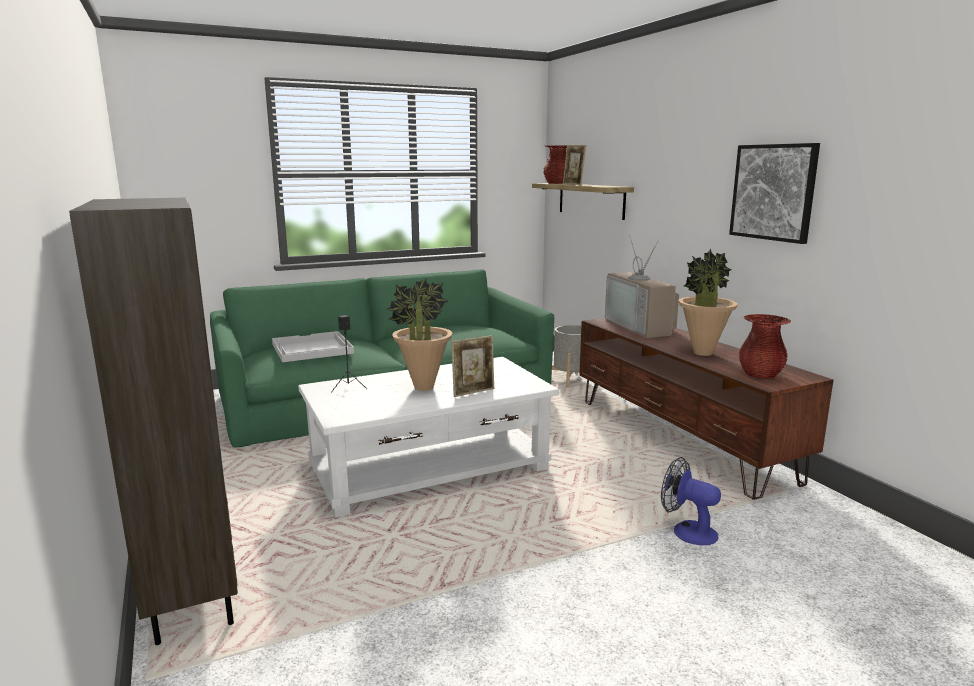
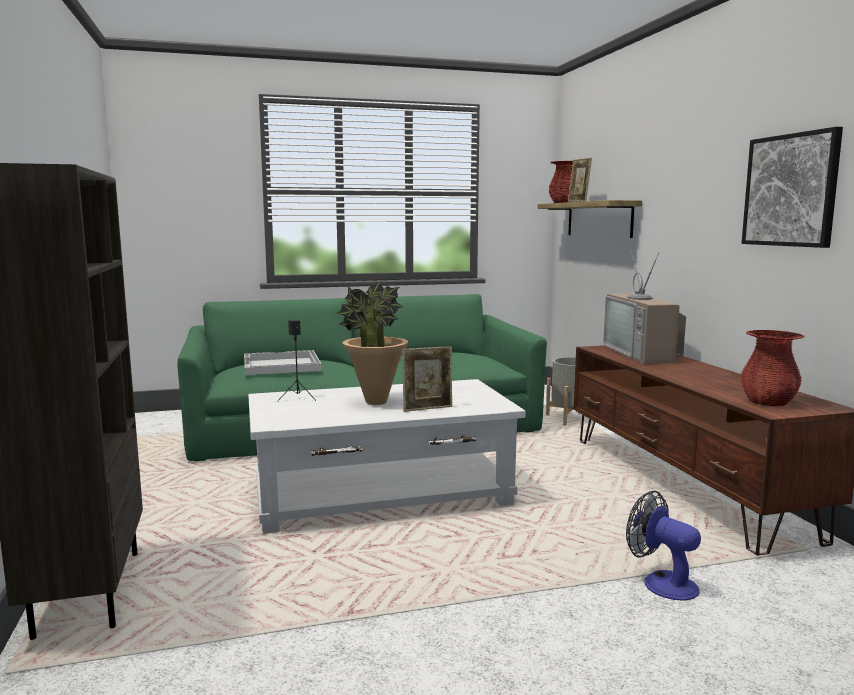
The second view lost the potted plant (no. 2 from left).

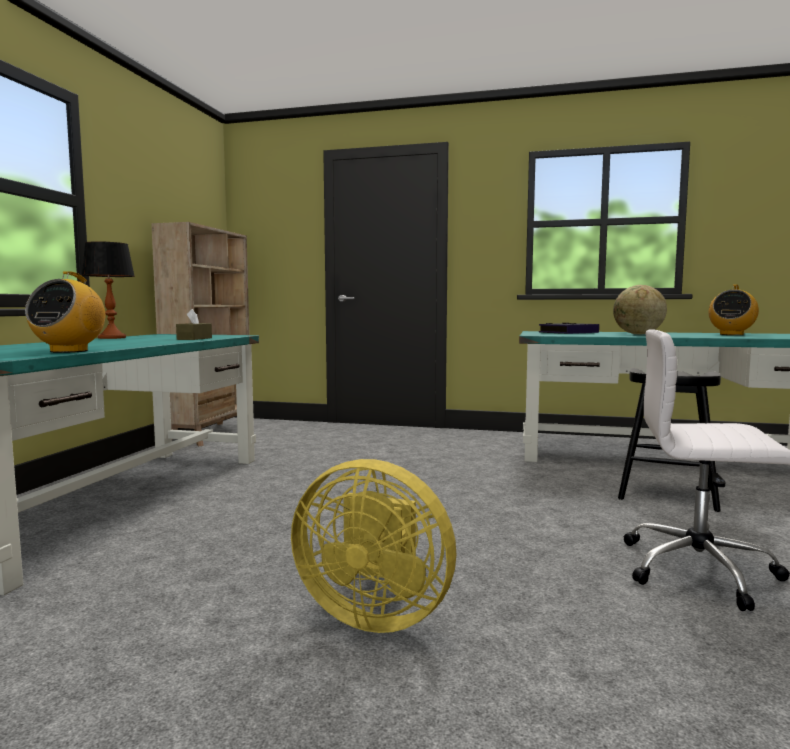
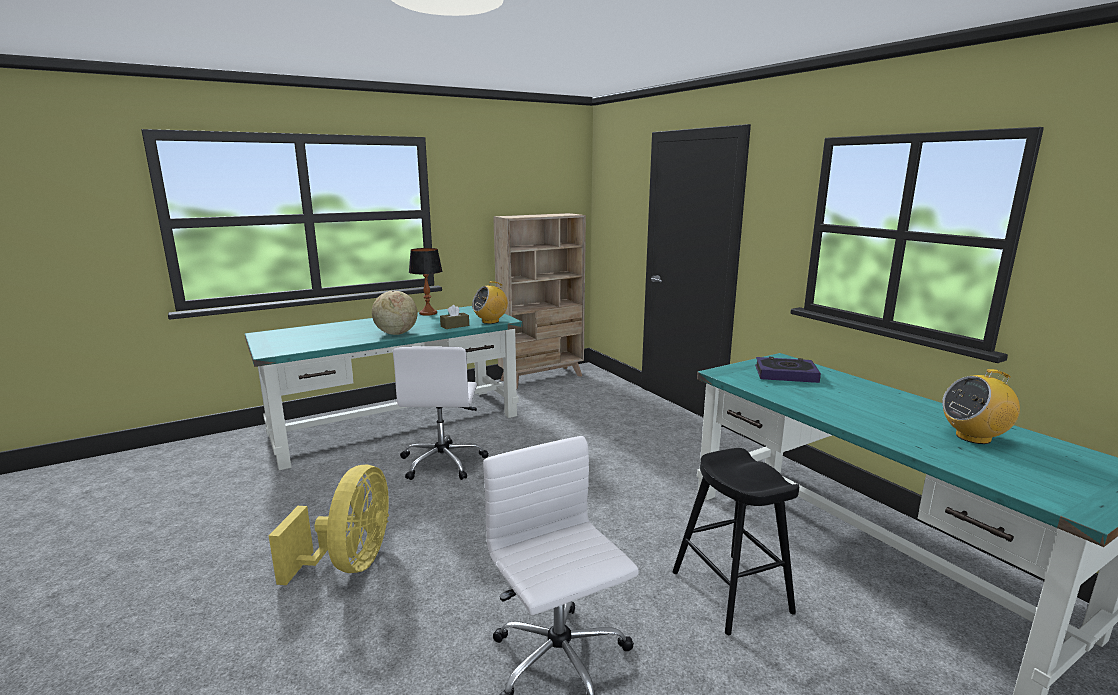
The second view gained the white-coloured desk chair (no. 1 from left).
The radio (no. 1 from left) ended up elsewhere.
The world globe ended up elsewhere.
The yellow-coloured fan ended up facing another way, 150 degrees counterclockwise from before.

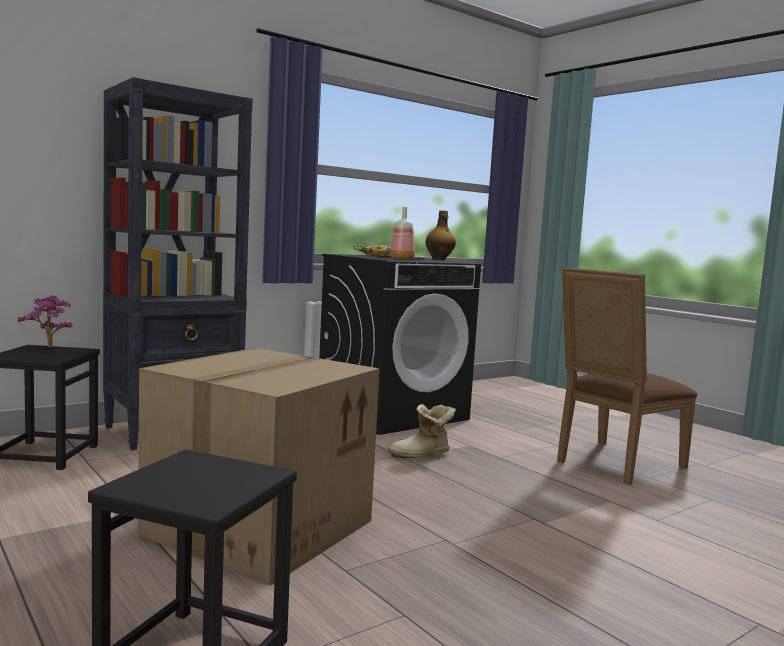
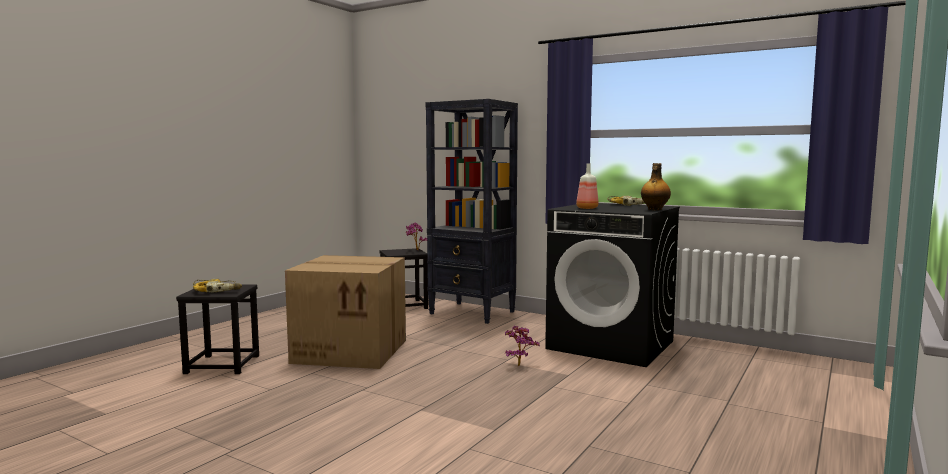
The second view lost the brown upright chair.
The second view gained the electric drill (no. 1 from left).
Where the boot stood, the potted plant (no. 2 from left) came to stand.

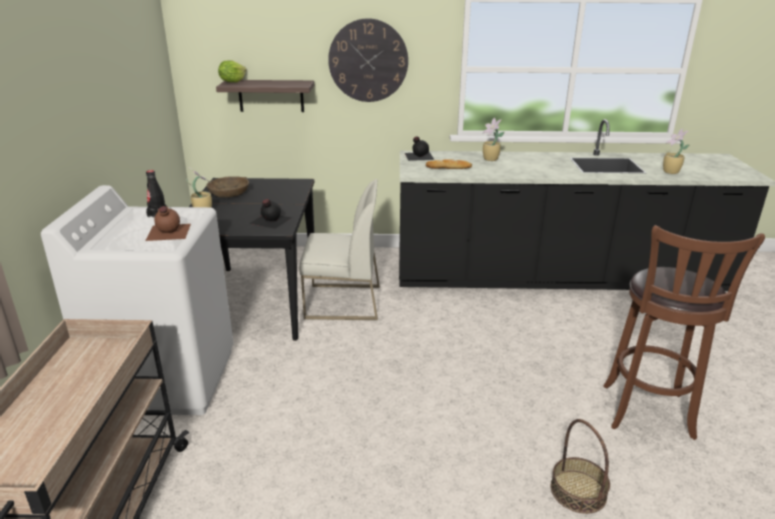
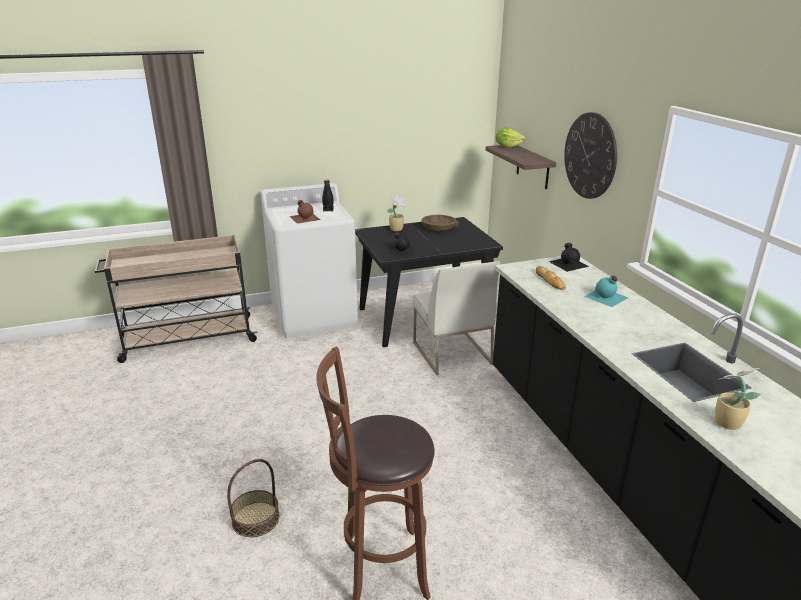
Where the potted plant (no. 2 from left) stood, the blue-green bottle came to stand.

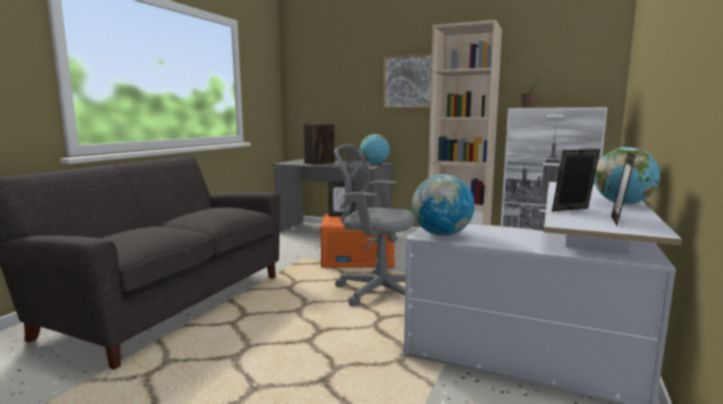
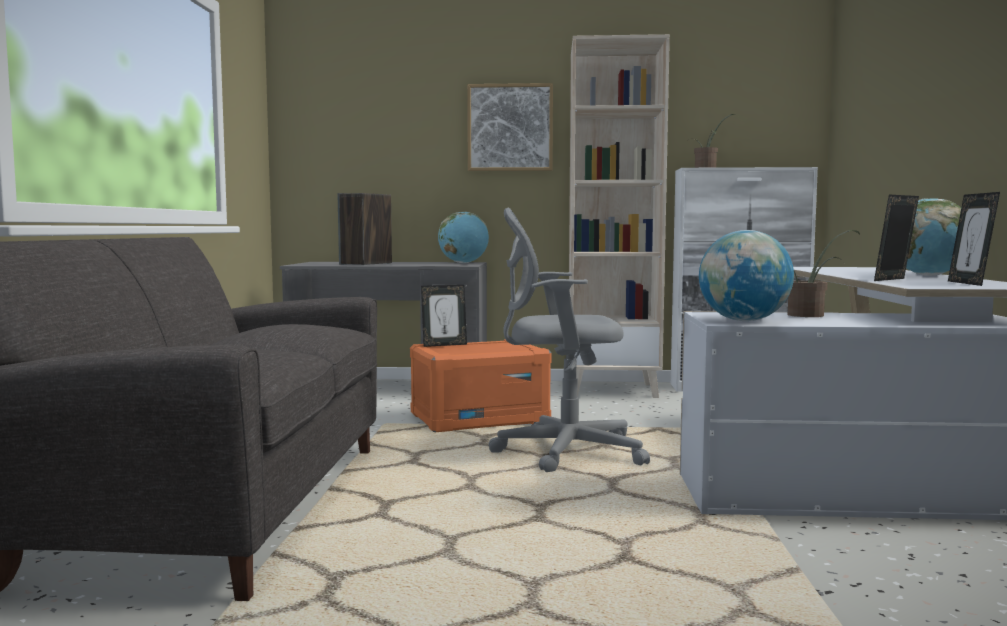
The second view gained the potted plant (no. 2 from left).

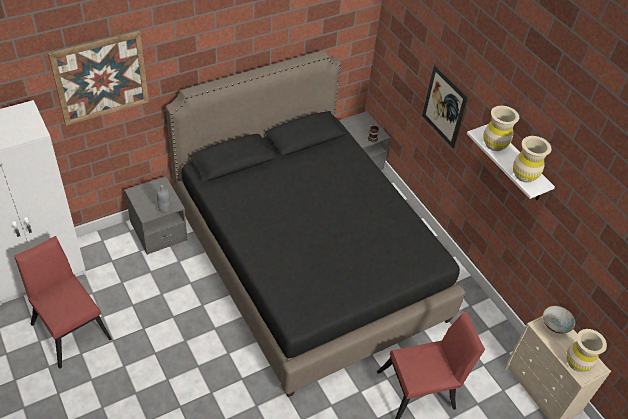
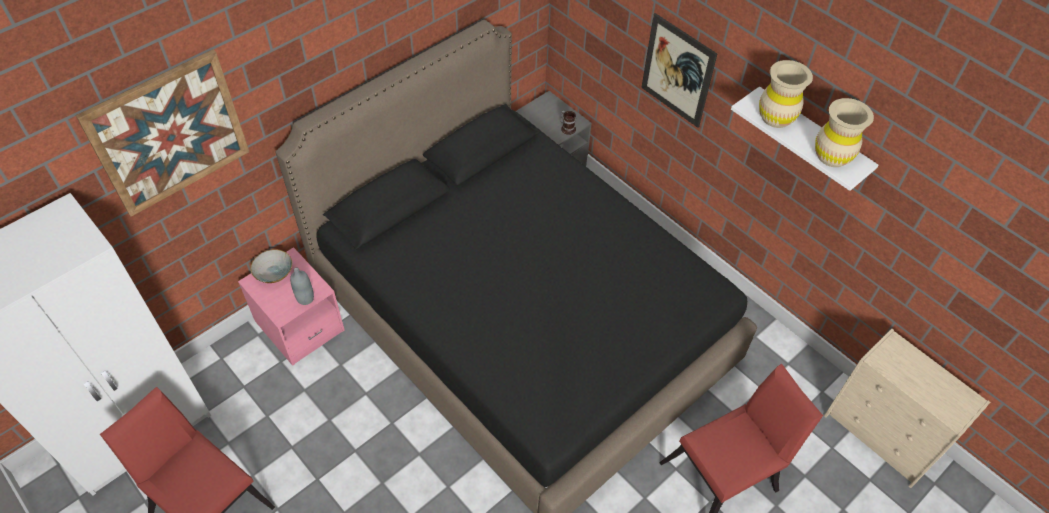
The second view lost the sand-coloured flower vase (no. 3 from left).
The bowl ended up elsewhere.
What was the greyish bedside table (no. 1 from left) turned into the pinkish bedside table.

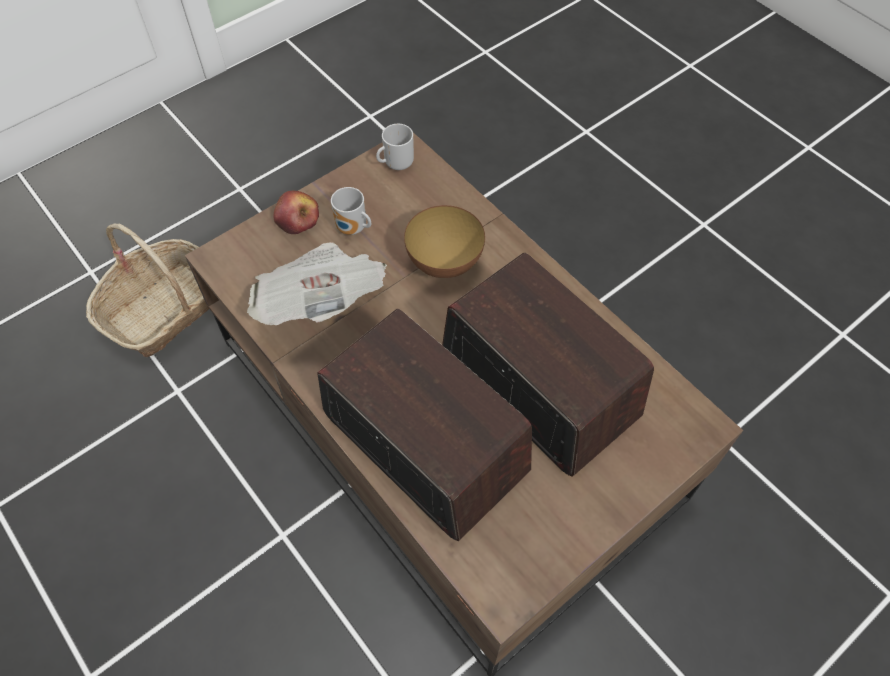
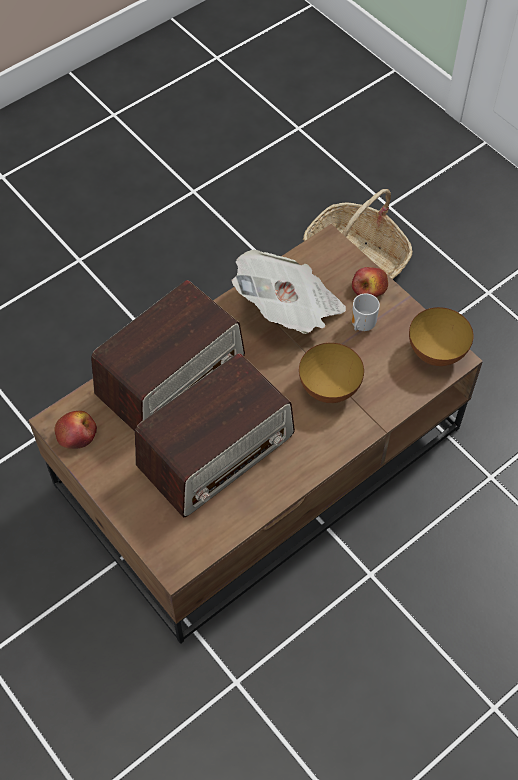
The second view gained the whole apple (no. 1 from left).
Where the mug (no. 2 from left) stood, the bowl (no. 2 from left) came to stand.

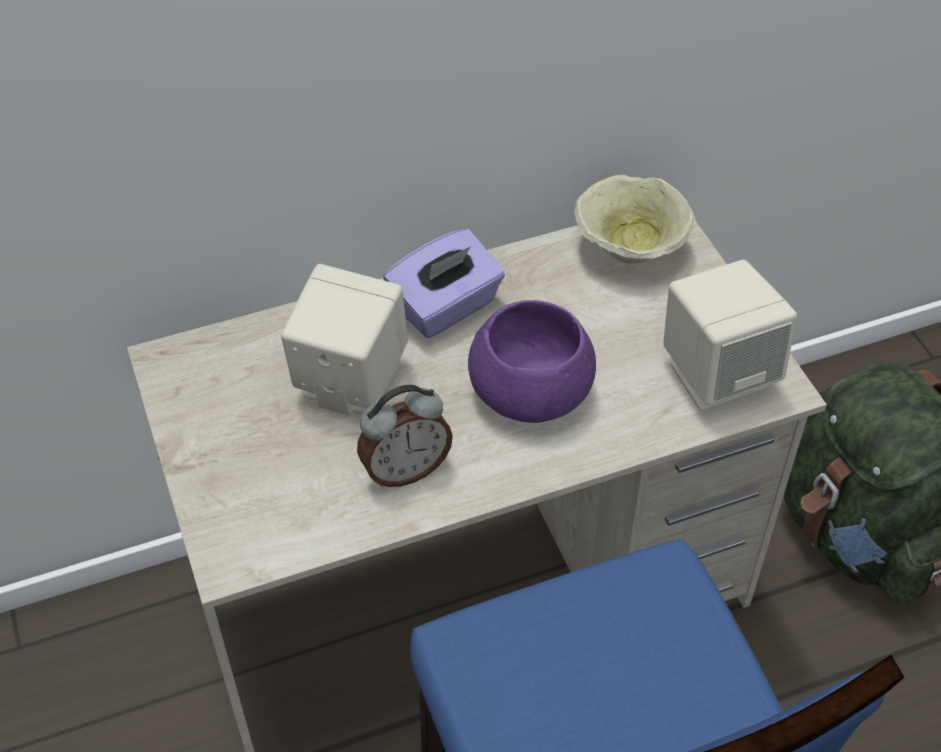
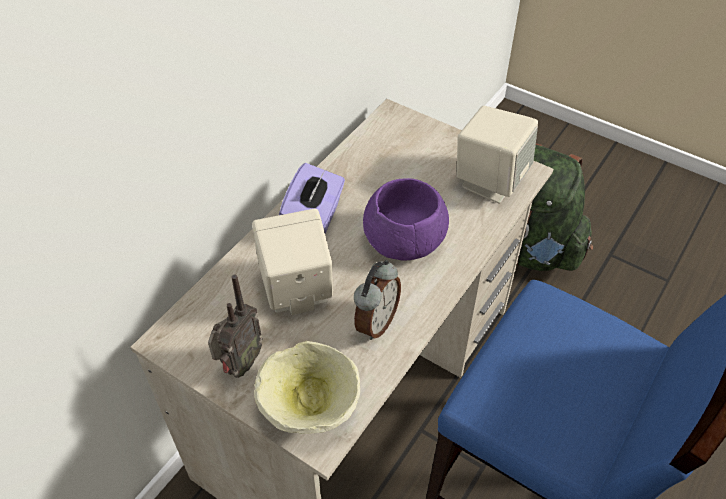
The second view gained the radio.
The sand-coloured bowl ended up elsewhere.

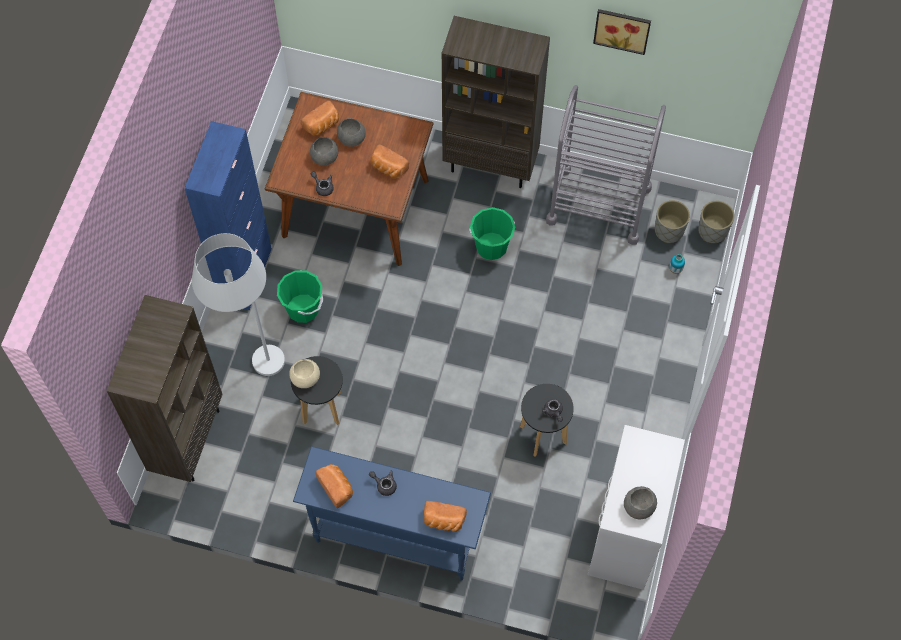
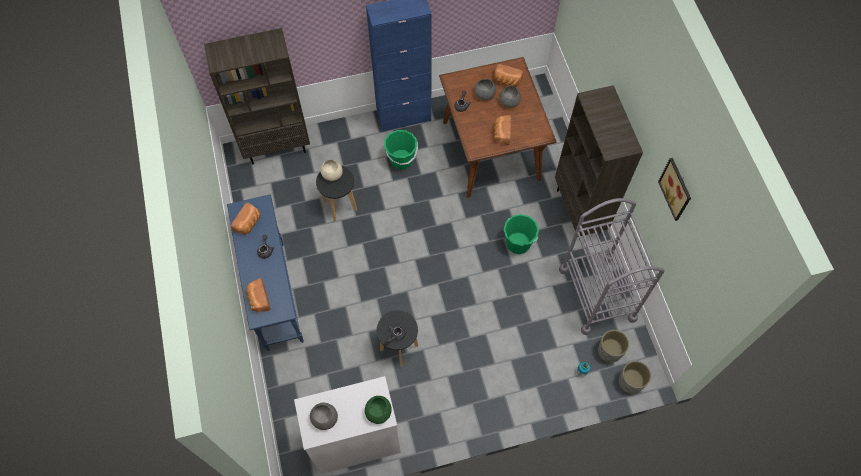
The second view lost the white-coloured floor lamp.
The second view gained the greenish bowl.

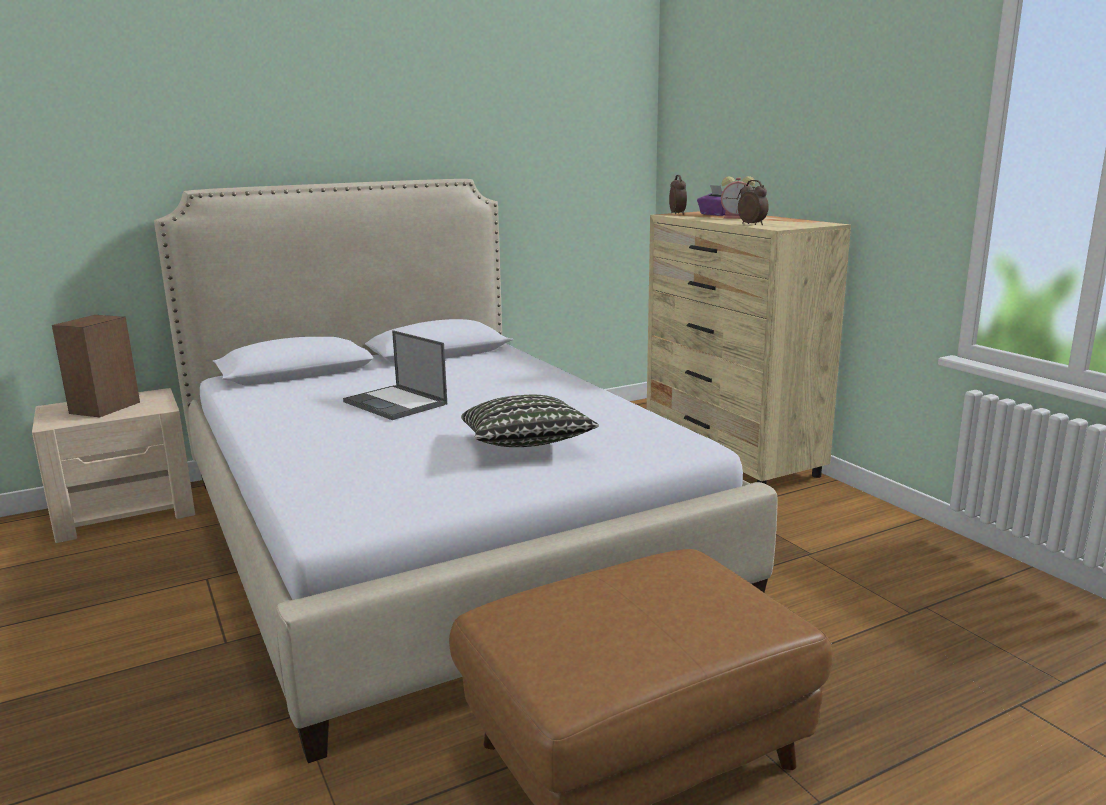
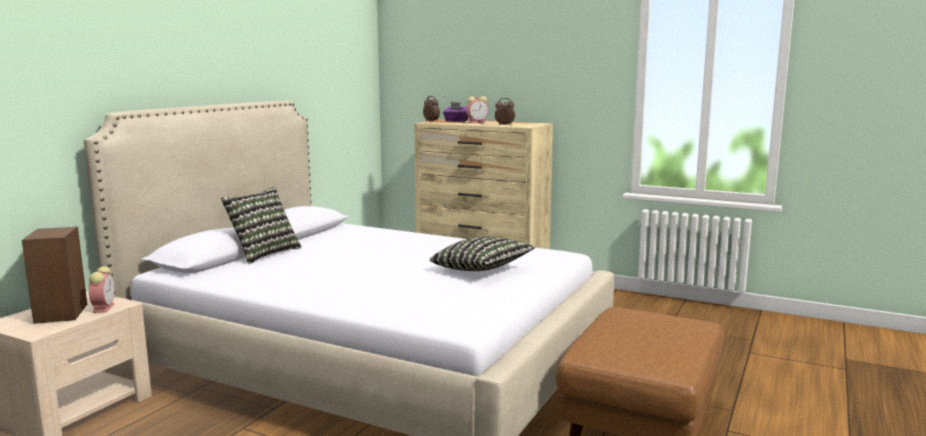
The second view lost the portable computer.
The second view gained the bedside clock (no. 1 from left).
The second view gained the throw pillow (no. 1 from left).

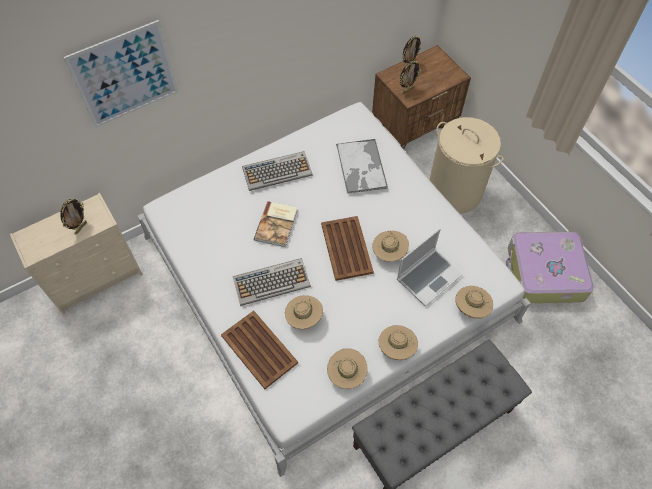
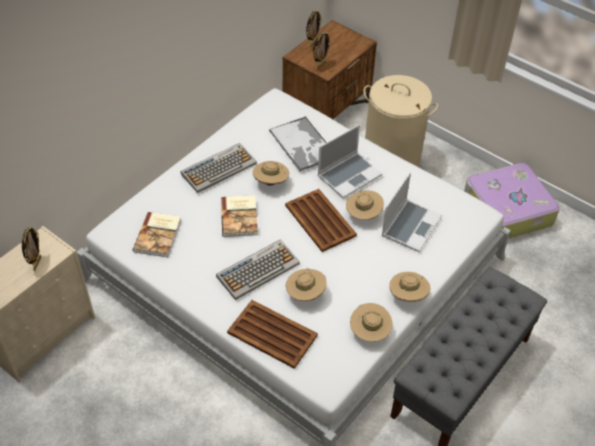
The second view lost the picture.
The second view gained the volume (no. 1 from left).
The second view gained the portable computer (no. 1 from left).
The sand-coloured wearable hat (no. 5 from left in the first image) ended up elsewhere.

